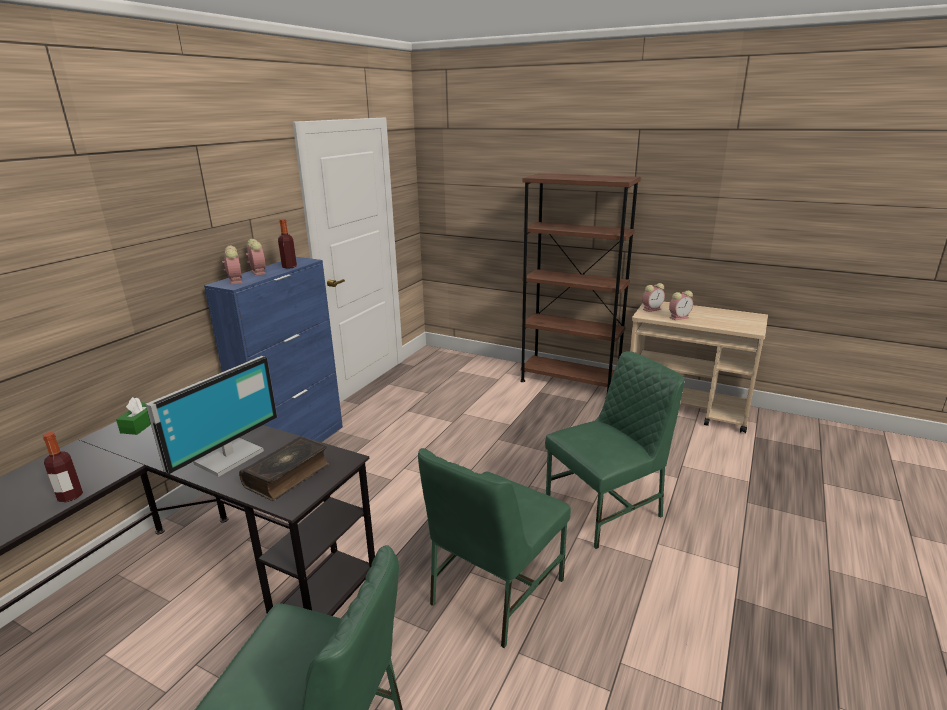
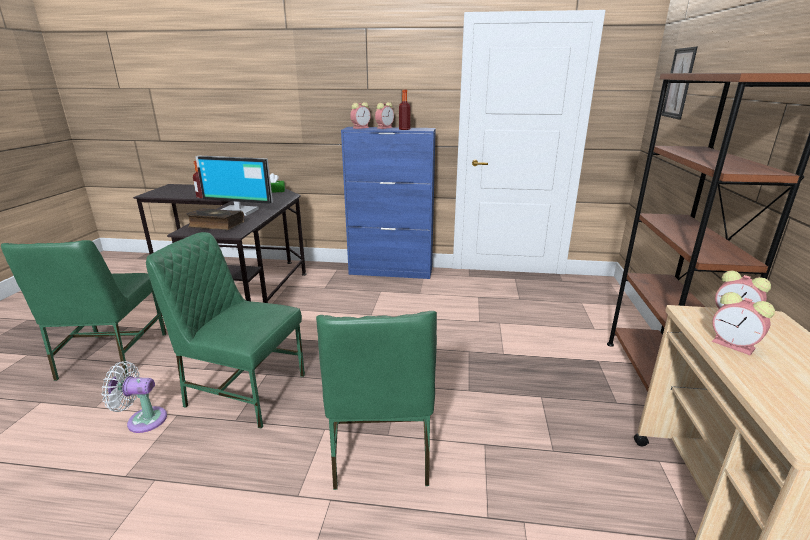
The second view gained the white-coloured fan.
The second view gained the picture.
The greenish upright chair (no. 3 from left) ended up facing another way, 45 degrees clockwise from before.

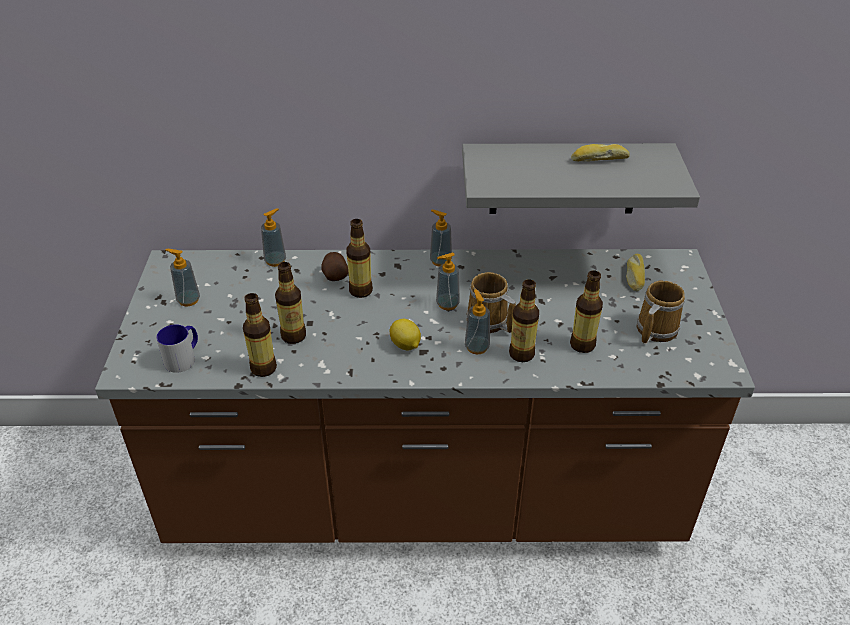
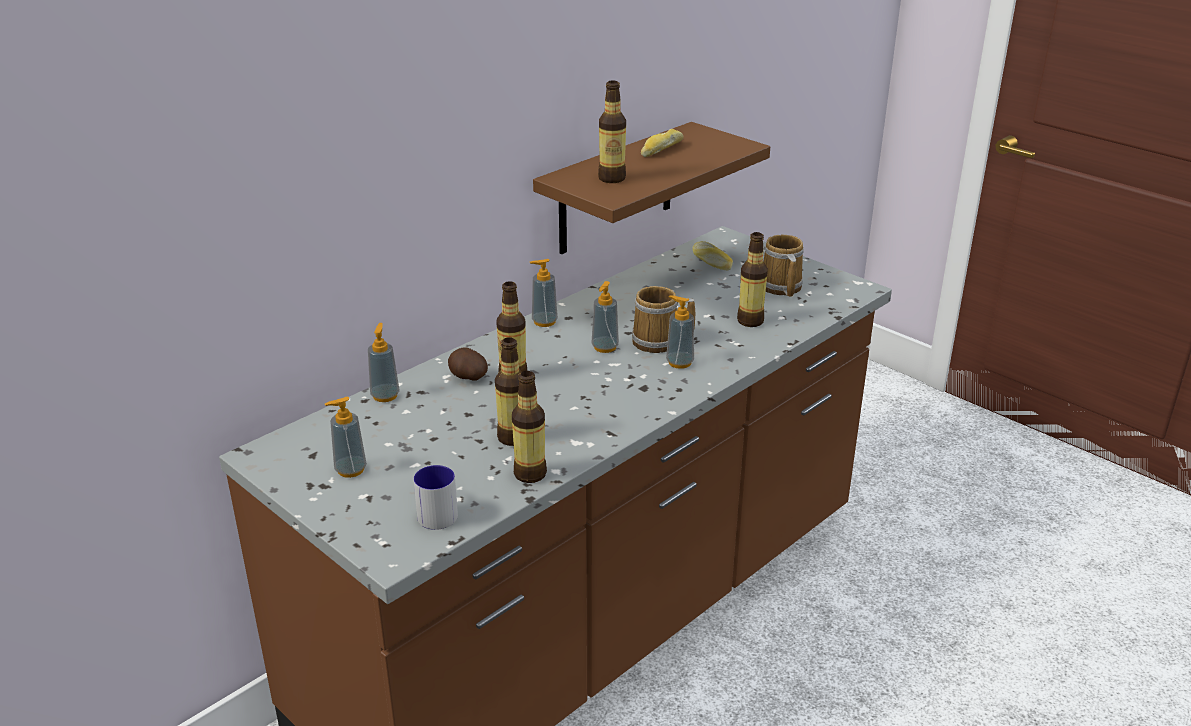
The second view lost the citrus fruit.
The bottle (no. 4 from left) ended up elsewhere.
What was the greyish shelf turned into the brown shelf.

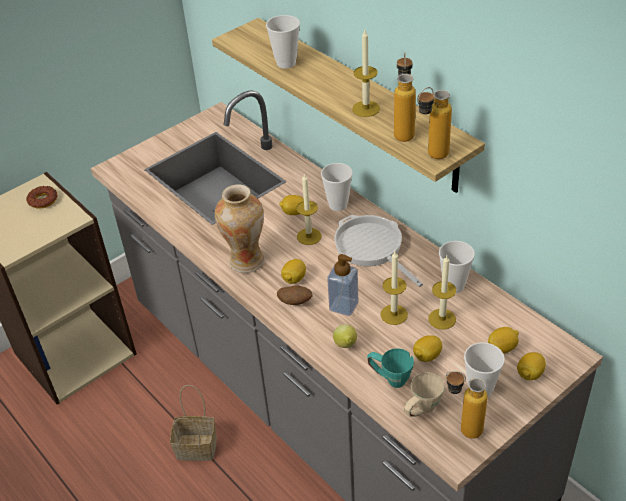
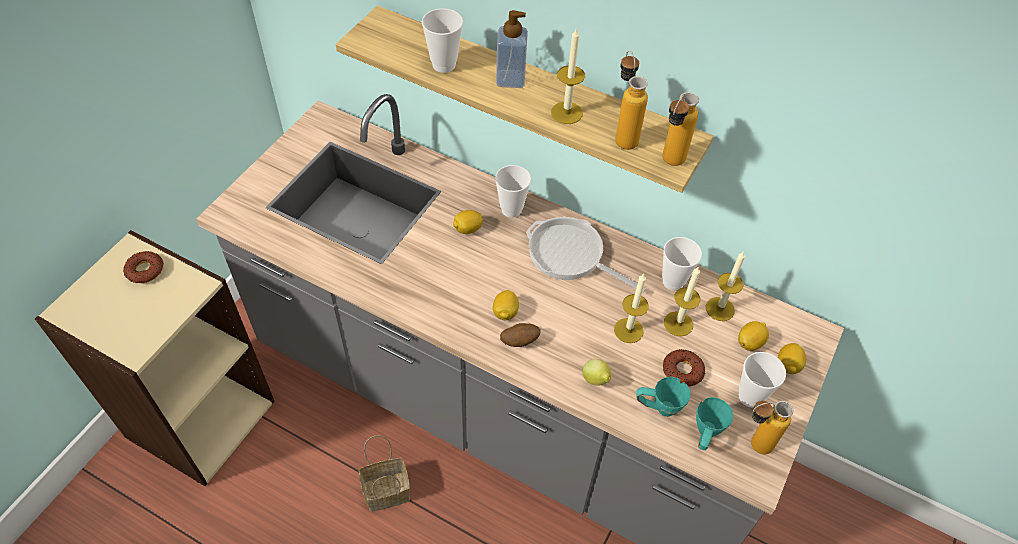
The second view lost the flower vase.
The wax candle (no. 1 from left in the first image) ended up elsewhere.
The soap bottle ended up elsewhere.
Where the citrus fruit (no. 4 from left) stood, the donut (no. 2 from left) came to stand.
What was the sand-coloured mug turned into the blue-green mug (no. 2 from left).

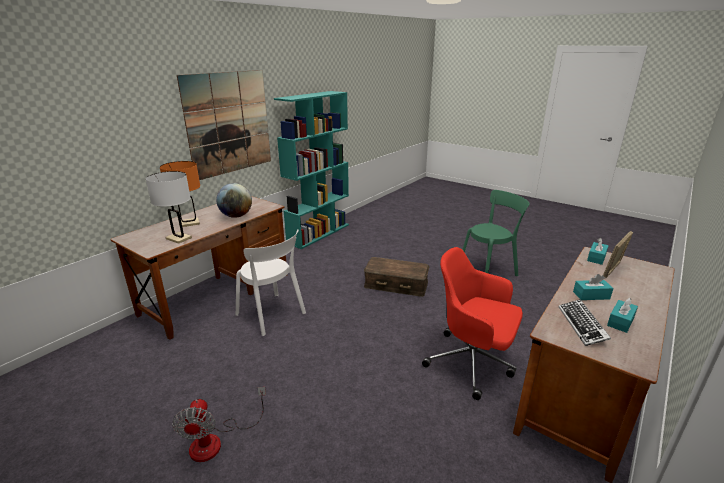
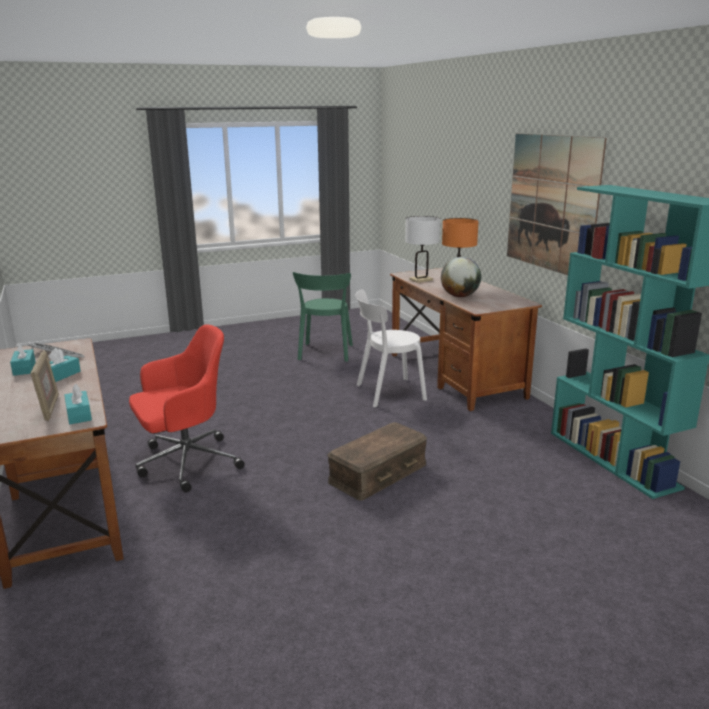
The second view lost the fan.
The greenish upright chair ended up elsewhere.

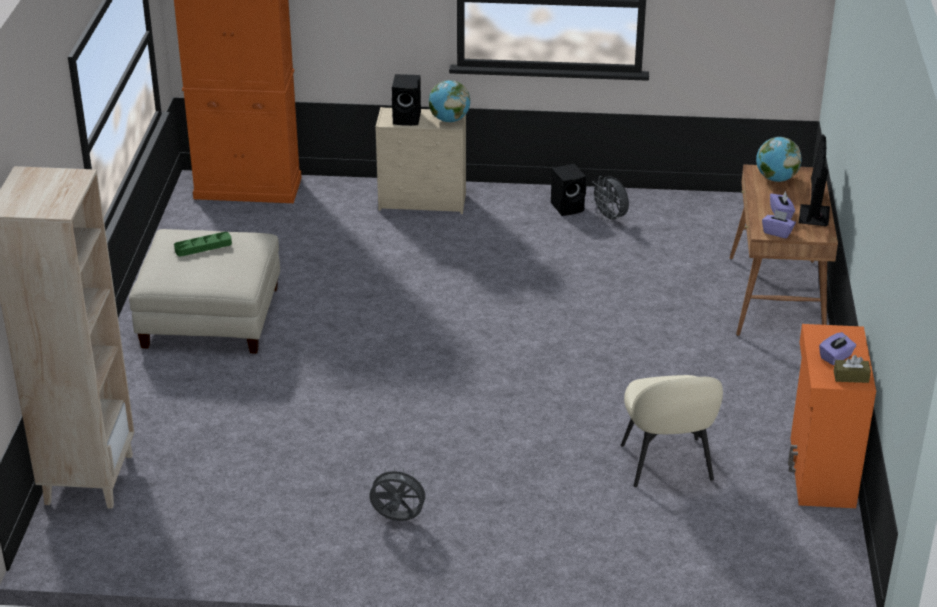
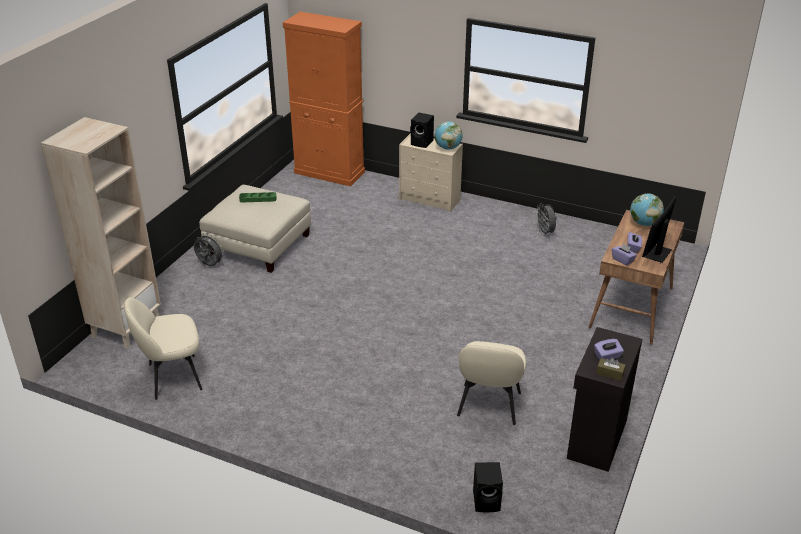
The second view gained the sand-coloured upright chair (no. 1 from left).
The greyish fan (no. 1 from left) ended up elsewhere.
The blackish audio speaker (no. 2 from left) ended up elsewhere.
What was the orange-coloured storage cabinet (no. 2 from left) turned into the blackish storage cabinet.

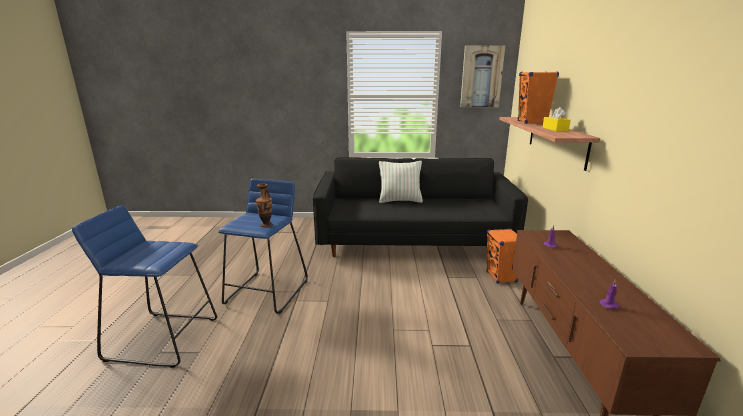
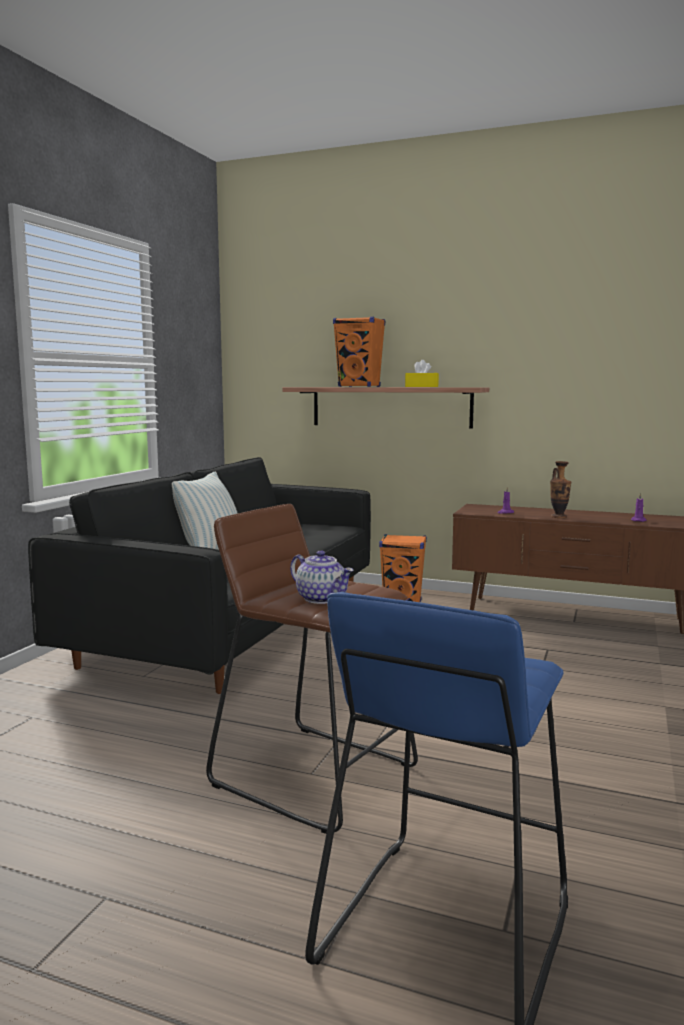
The second view lost the picture.
The second view gained the tea pot.
The flower vase ended up elsewhere.
What was the bluish sitting stool (no. 2 from left) turned into the brown sitting stool.

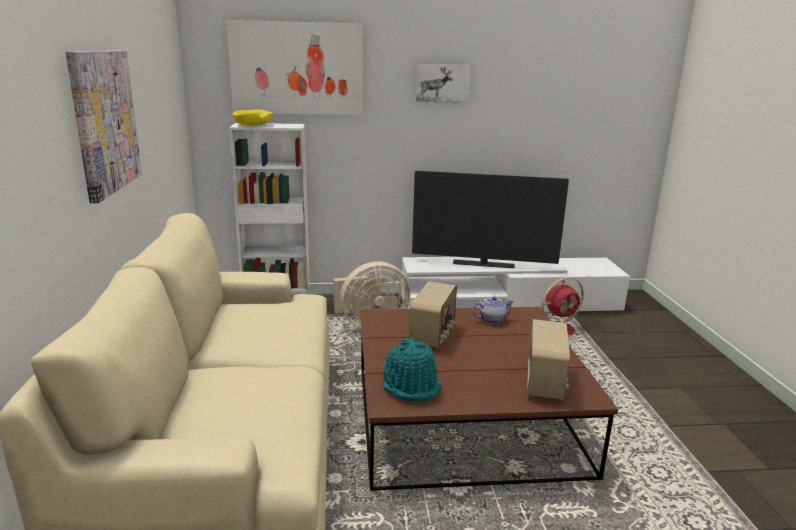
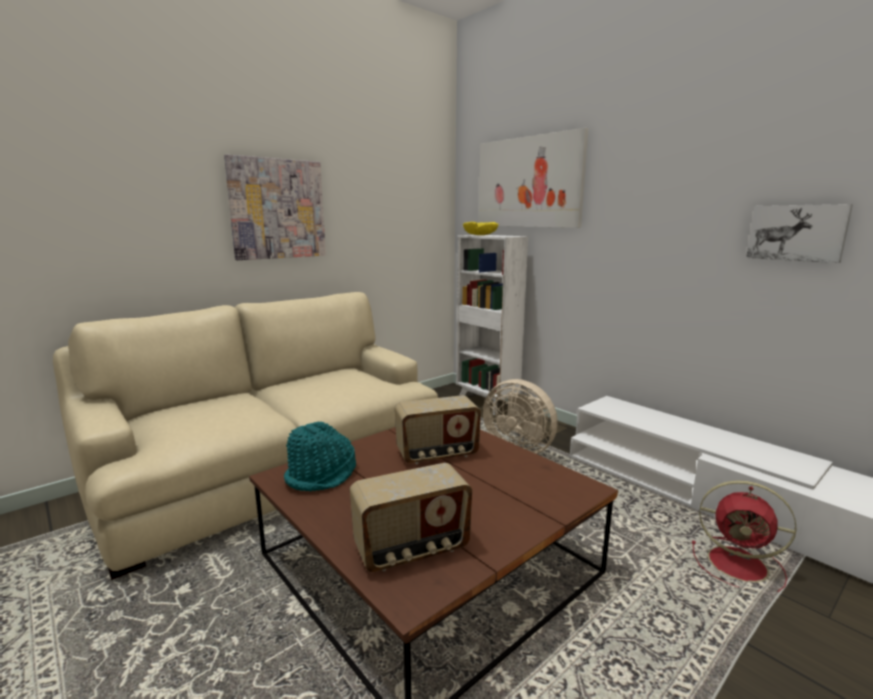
The second view lost the TV set.
The second view lost the tea pot.
The picture (no. 3 from left) ended up elsewhere.

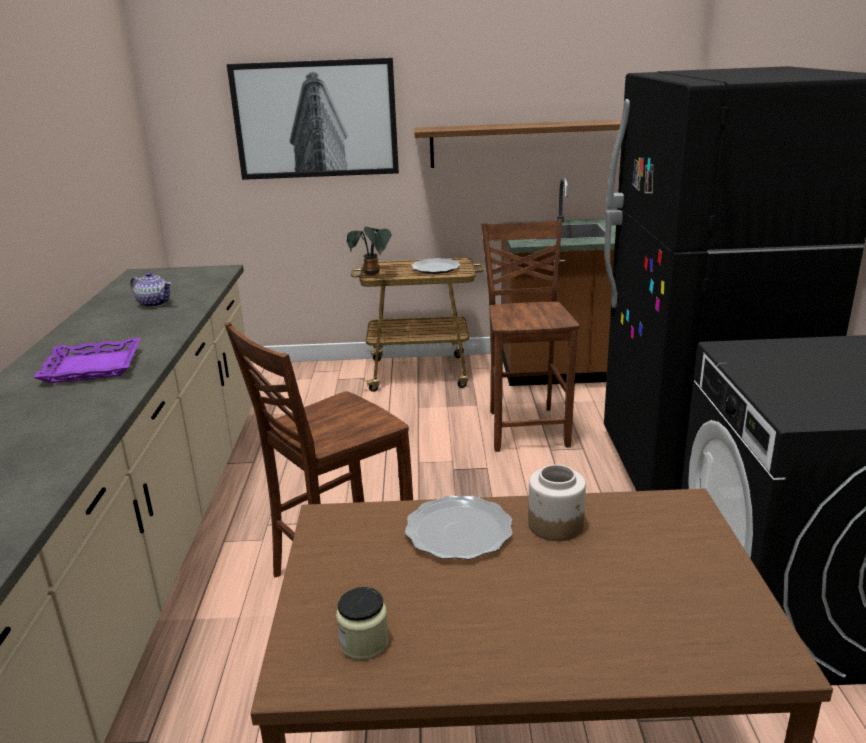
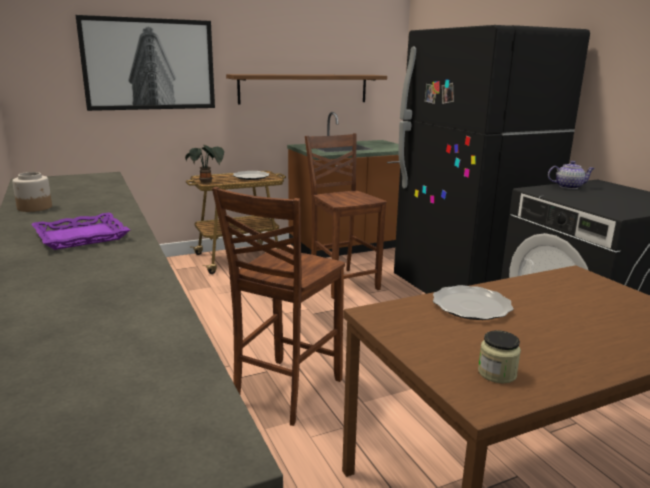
The tea pot ended up elsewhere.
The preserve jar (no. 2 from left in the first image) ended up elsewhere.

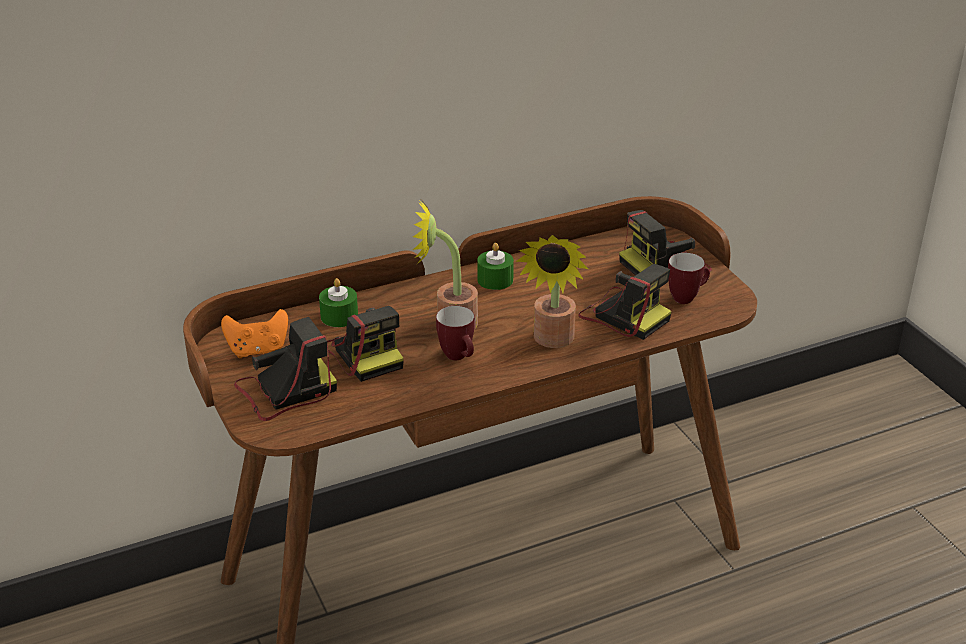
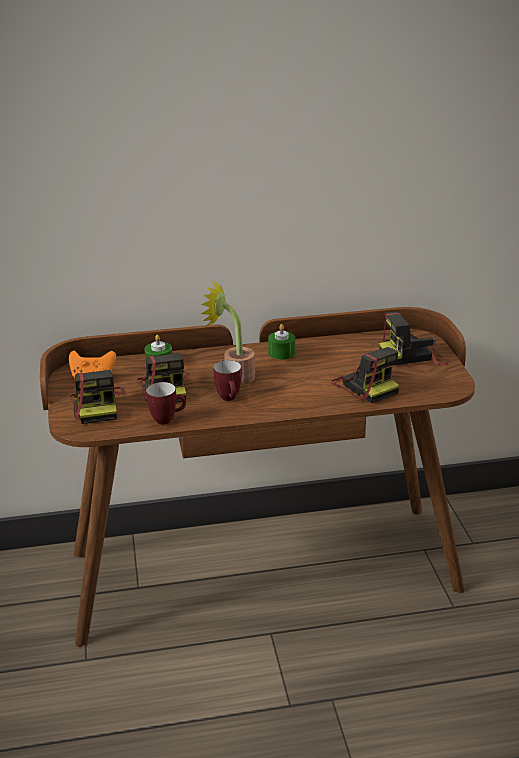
The second view lost the potted plant (no. 2 from left).
The mug (no. 2 from left in the first image) ended up elsewhere.
The still camera (no. 1 from left) ended up facing another way, 90 degrees clockwise from before.

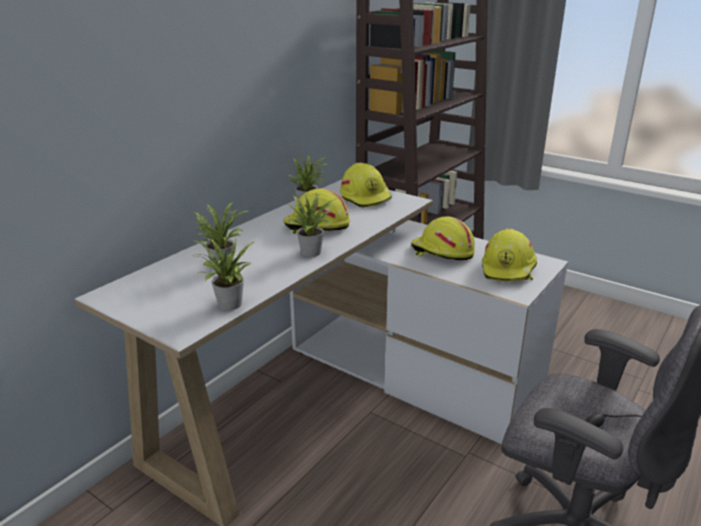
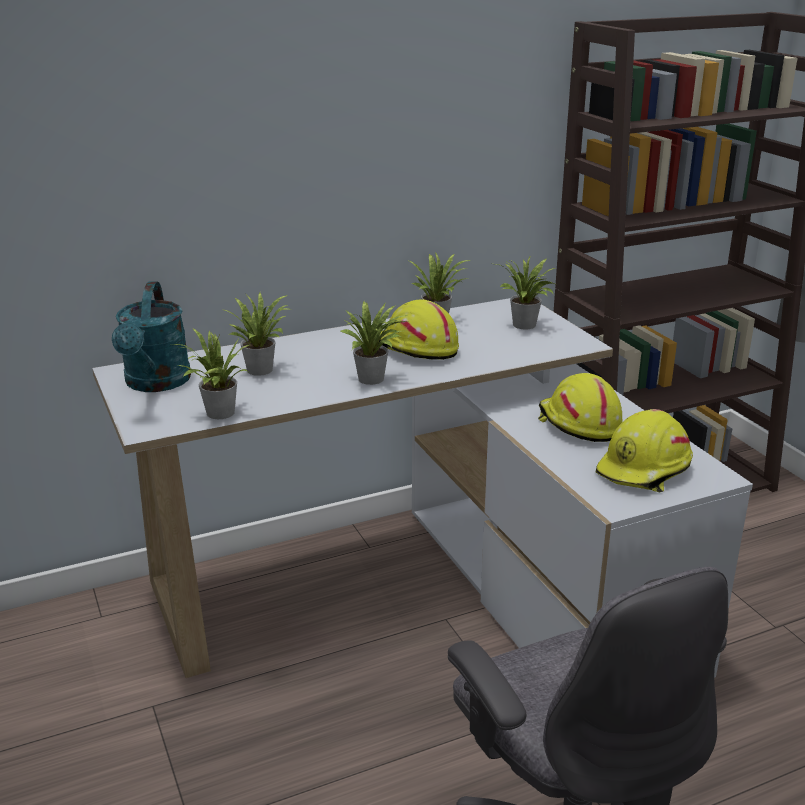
The second view gained the blue-green sprinkling can.
Where the yellow-coloured hard hat (no. 2 from left) stood, the potted plant (no. 5 from left) came to stand.

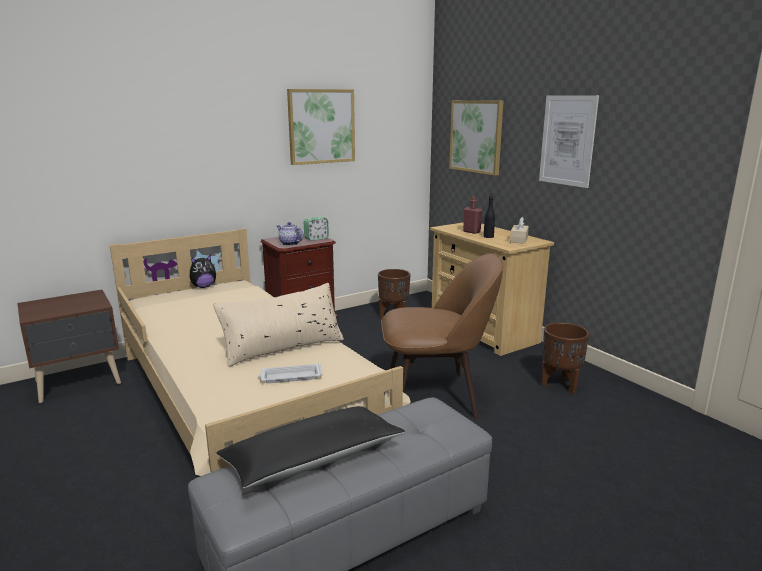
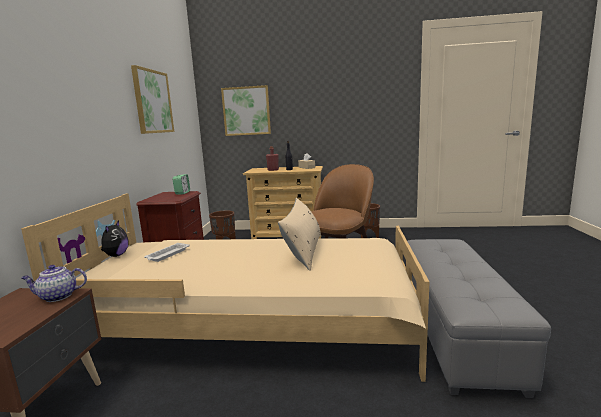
The second view lost the blackish throw pillow.
The second view lost the picture (no. 3 from left).
The white-coloured tray ended up elsewhere.
The tea pot ended up elsewhere.

